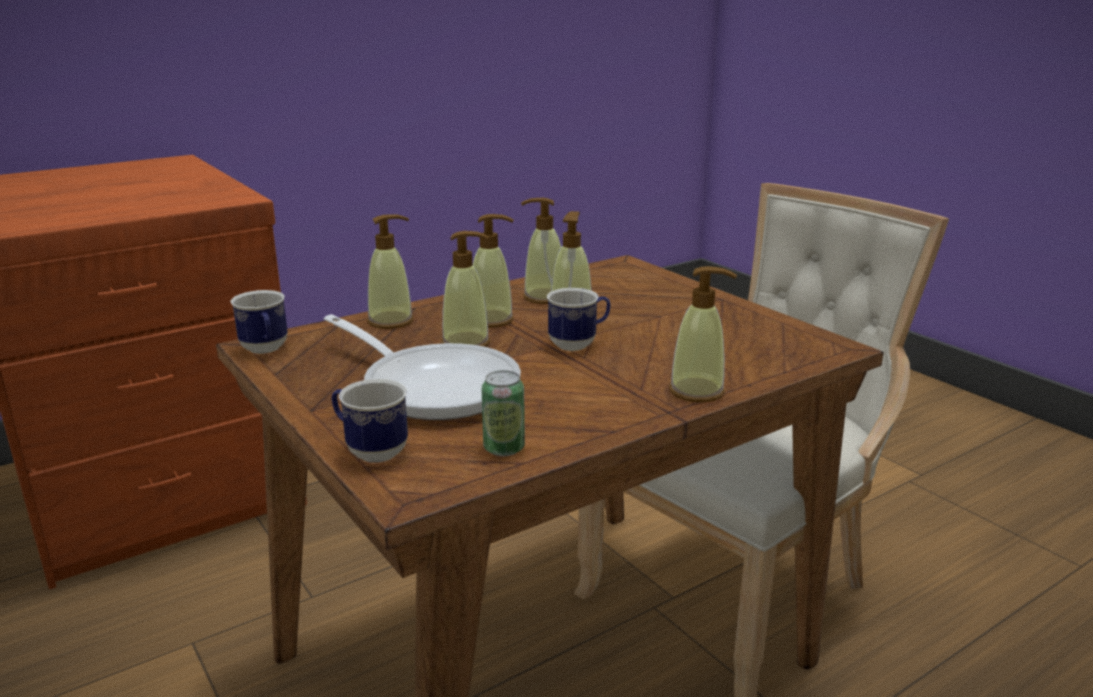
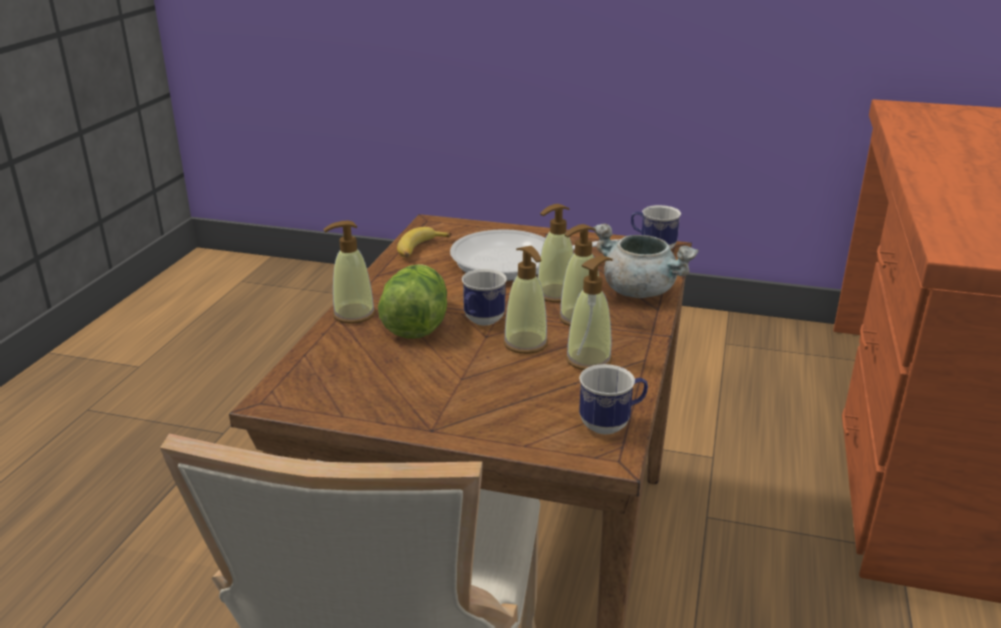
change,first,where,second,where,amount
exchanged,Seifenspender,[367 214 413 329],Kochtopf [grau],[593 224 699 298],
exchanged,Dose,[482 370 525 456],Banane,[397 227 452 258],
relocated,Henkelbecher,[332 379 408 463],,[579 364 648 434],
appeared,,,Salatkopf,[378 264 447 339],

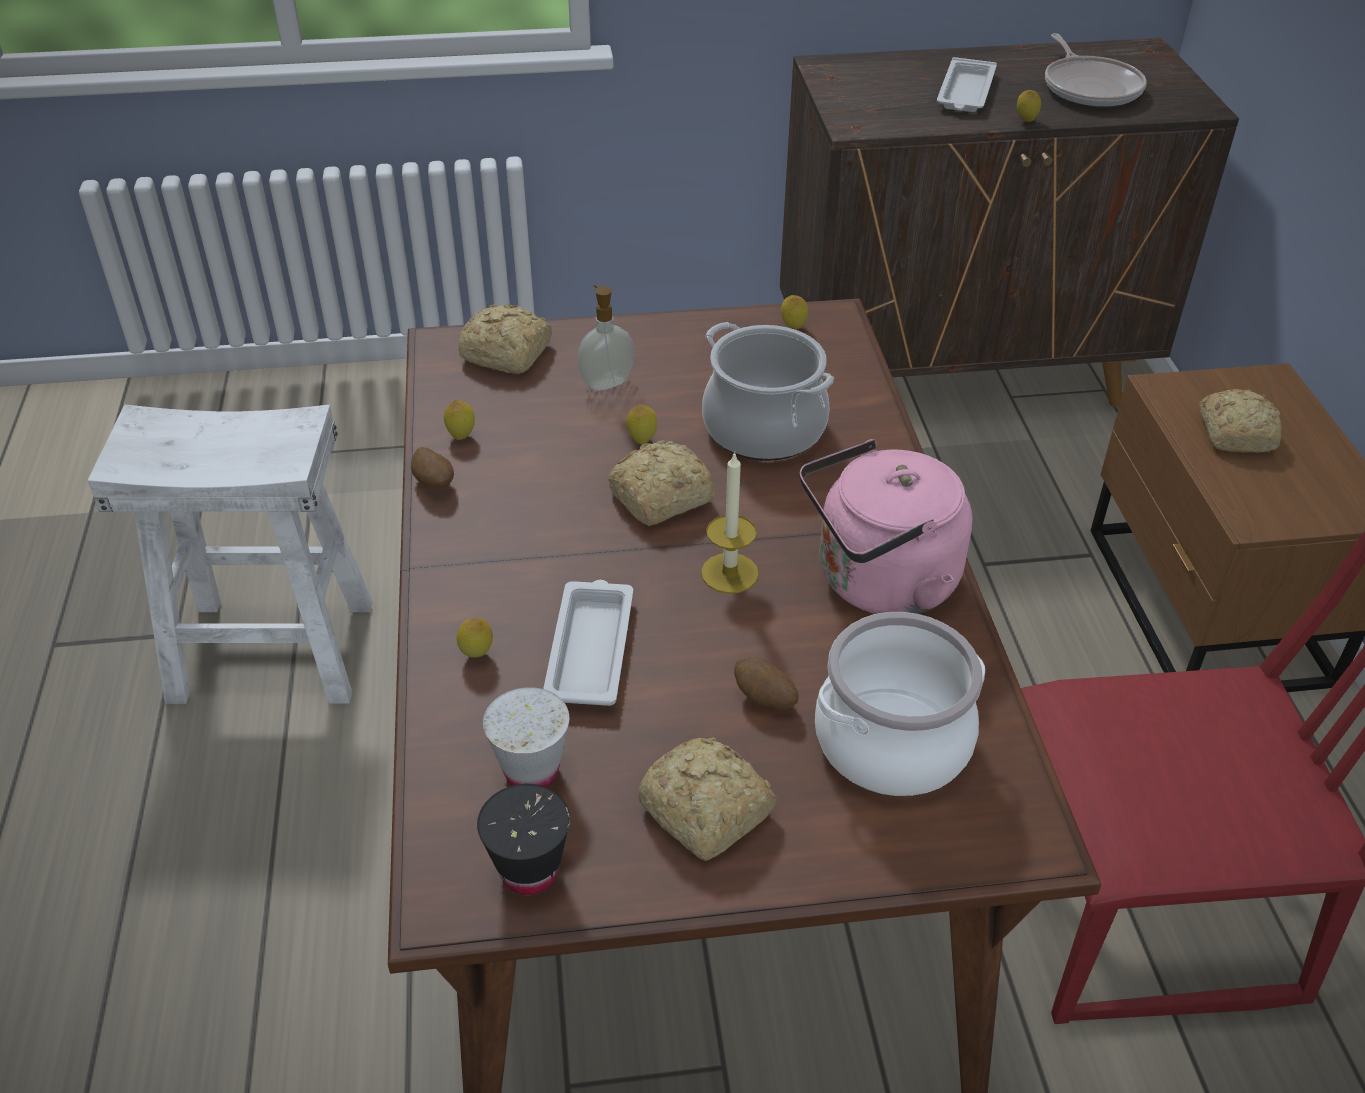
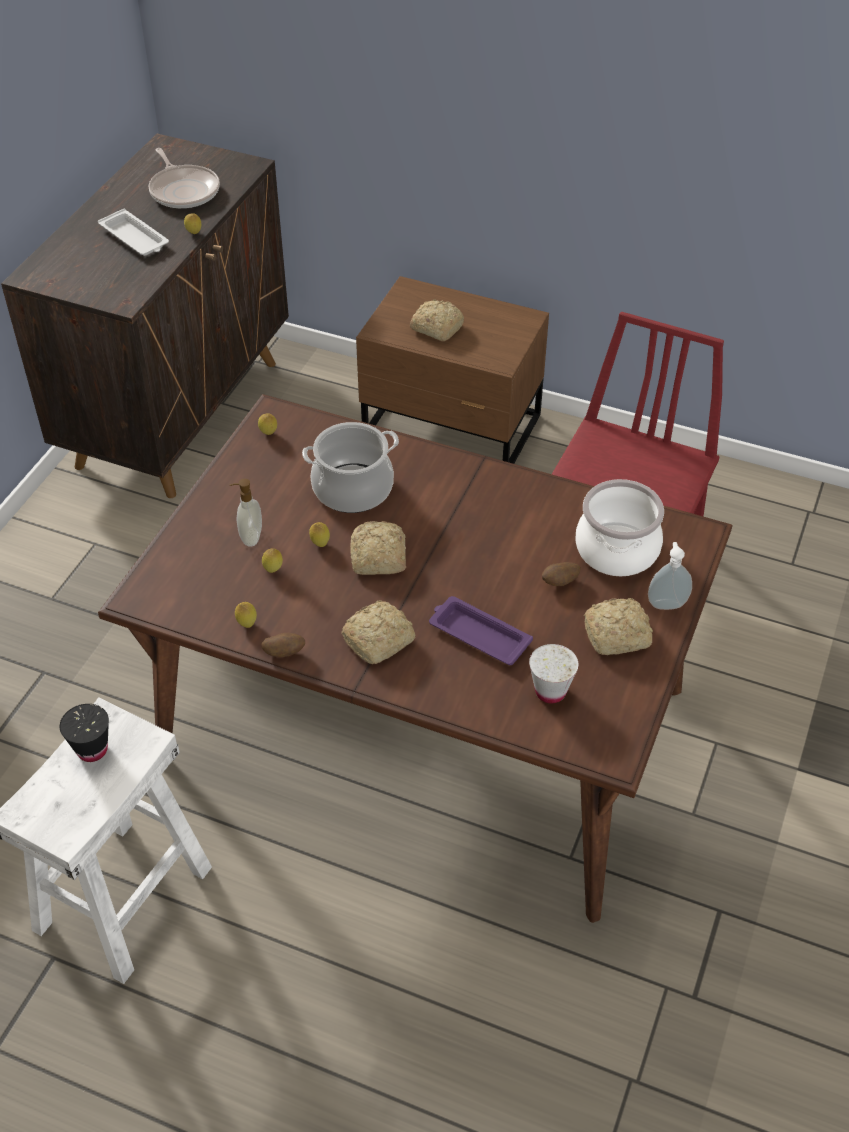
change,first,where,second,where,amount
spun,Pfanne,[1045 33 1147 107],,[149 148 220 209],45 degrees clockwise
relocated,Brot,[458 304 552 374],,[341 601 415 664],
missing,Wasserkessel [rosa],[800 439 973 614],,,
missing,Kerze,[701 451 759 594],,,
colour,Tablett [weiß],[543 580 633 706],Tablett [lila],[429 596 533 665],
relocated,Zitrone,[457 618 493 658],,[262 548 283 573],
relocated,Tasse [schwarz],[477 784 570 895],,[60 704 109 762],
appeared,,,Seifenspender,[648 542 692 610],

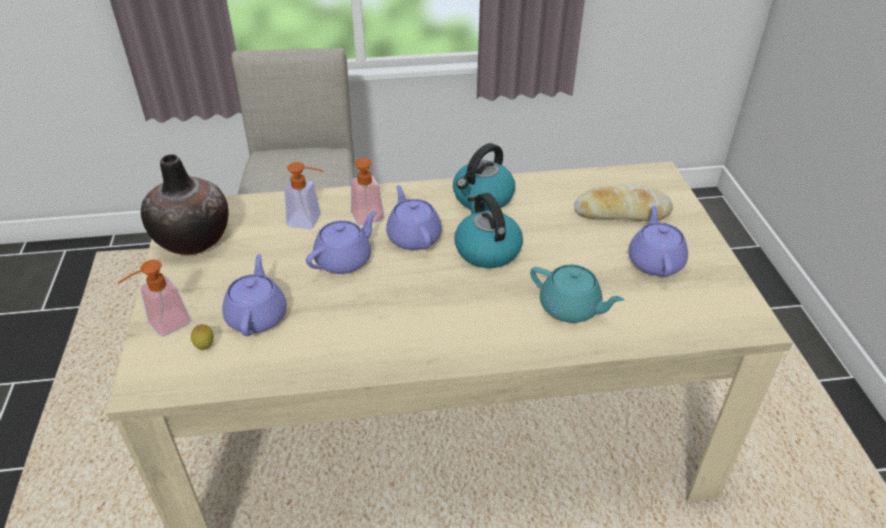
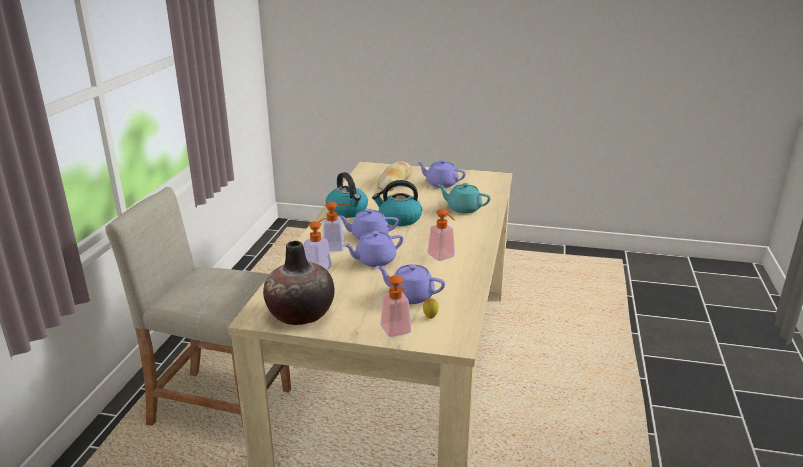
change,first,where,second,where,amount
spun,Teekanne [lila],[306 211 377 274],,[343 231 403 267],90 degrees counterclockwise
spun,Teekanne [türkis],[530 265 625 323],,[438 183 491 214],120 degrees counterclockwise
appeared,,,Seifenspender,[427 209 455 261],

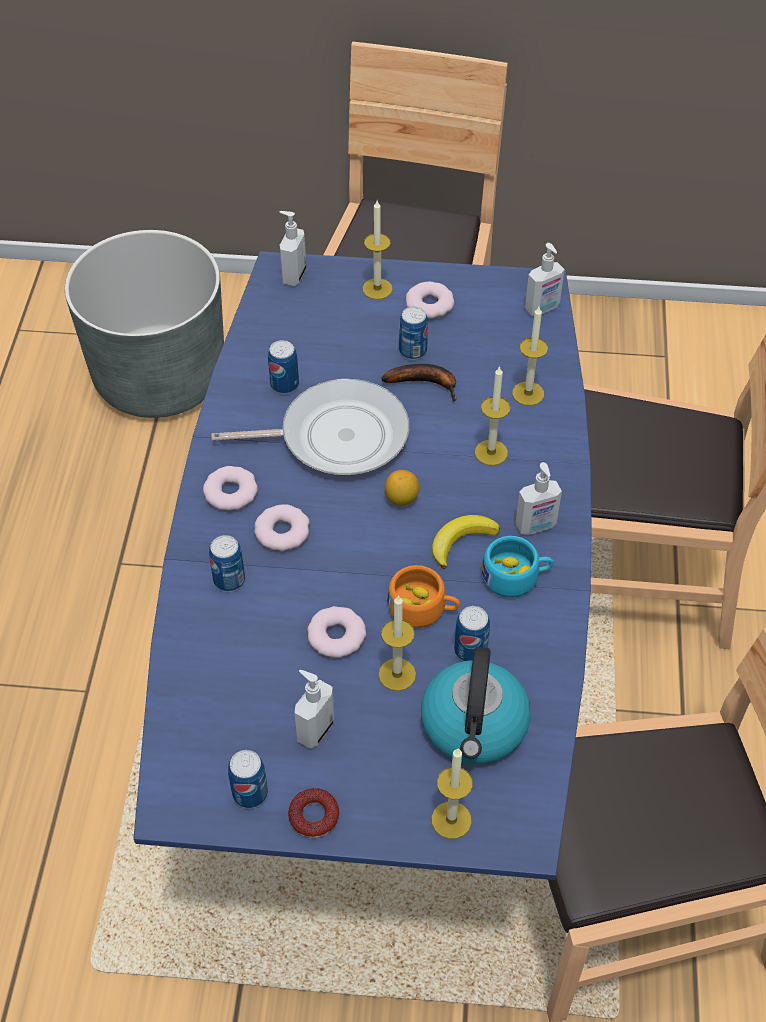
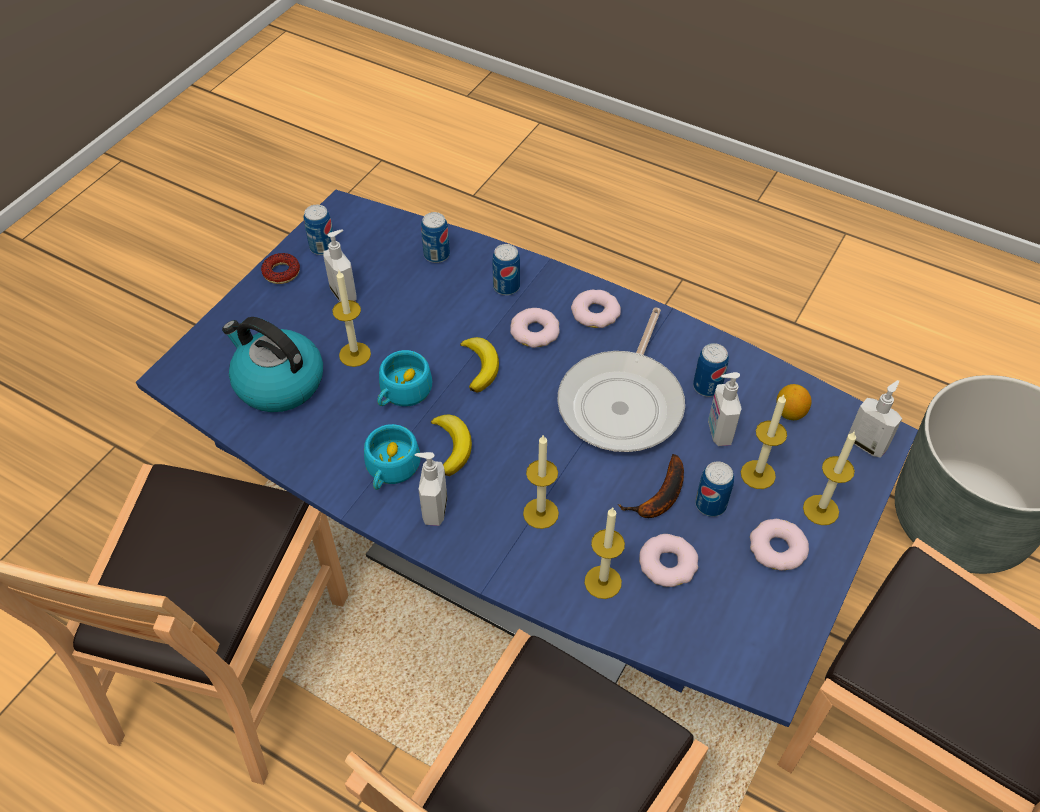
change,first,where,second,where,amount
relocated,Seifenspender,[525 243 565 316],,[708 372 742 446],
relocated,Zitrone,[385 470 419 506],,[776 384 812 420],
colour,Tasse [orange],[387 565 460 628],Tasse [türkis],[377 350 432 406],
relocated,Donut,[307 606 366 658],,[639 534 698 587],
relocated,Dose,[454 606 490 661],,[421 212 450 263],
relocated,Kerze,[431 748 473 839],,[741 395 787 489],
appeared,,,Banane,[460 337 499 393],

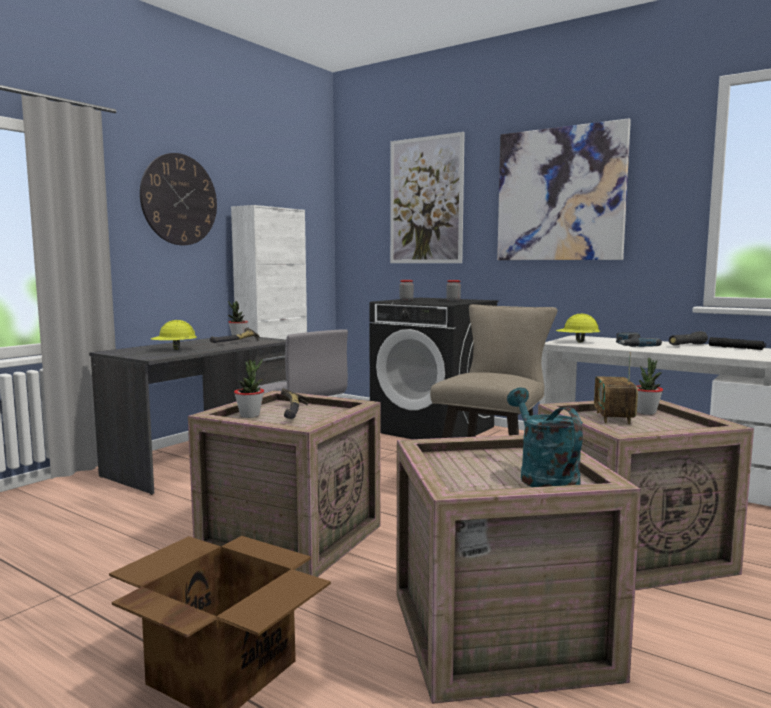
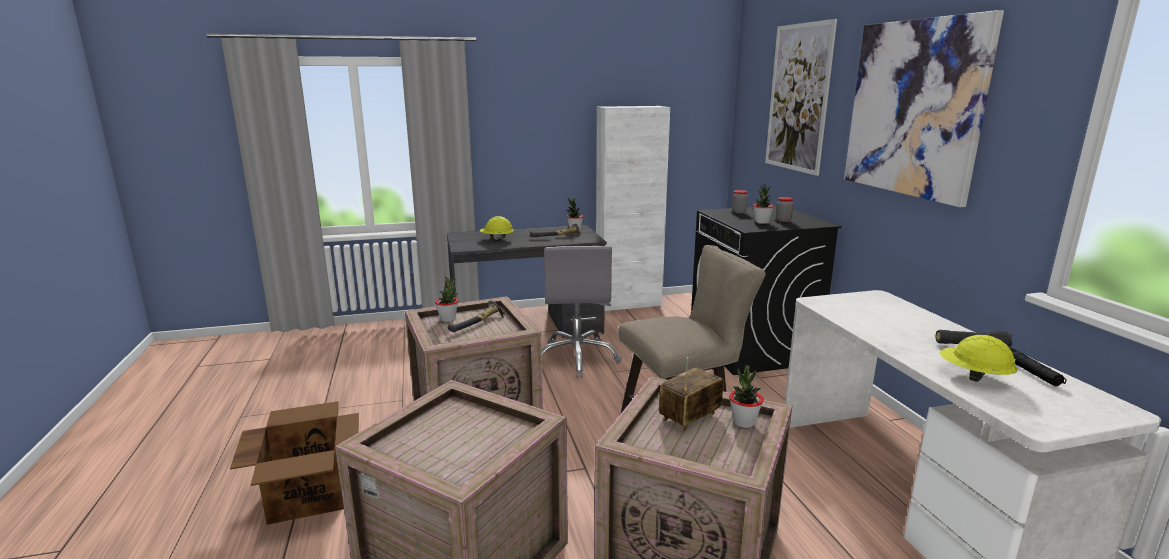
change,first,where,second,where,amount
missing,Wanduhr,[140 153 217 245],,,
relocated,Schutzhelm [gelb],[556 314 600 342],,[939 335 1018 382],
missing,Bohrmaschine,[616 333 662 347],,,
missing,Gießkanne [türkis],[507 387 583 487],,,
appeared,,,Topfpflanze,[753 184 774 224],

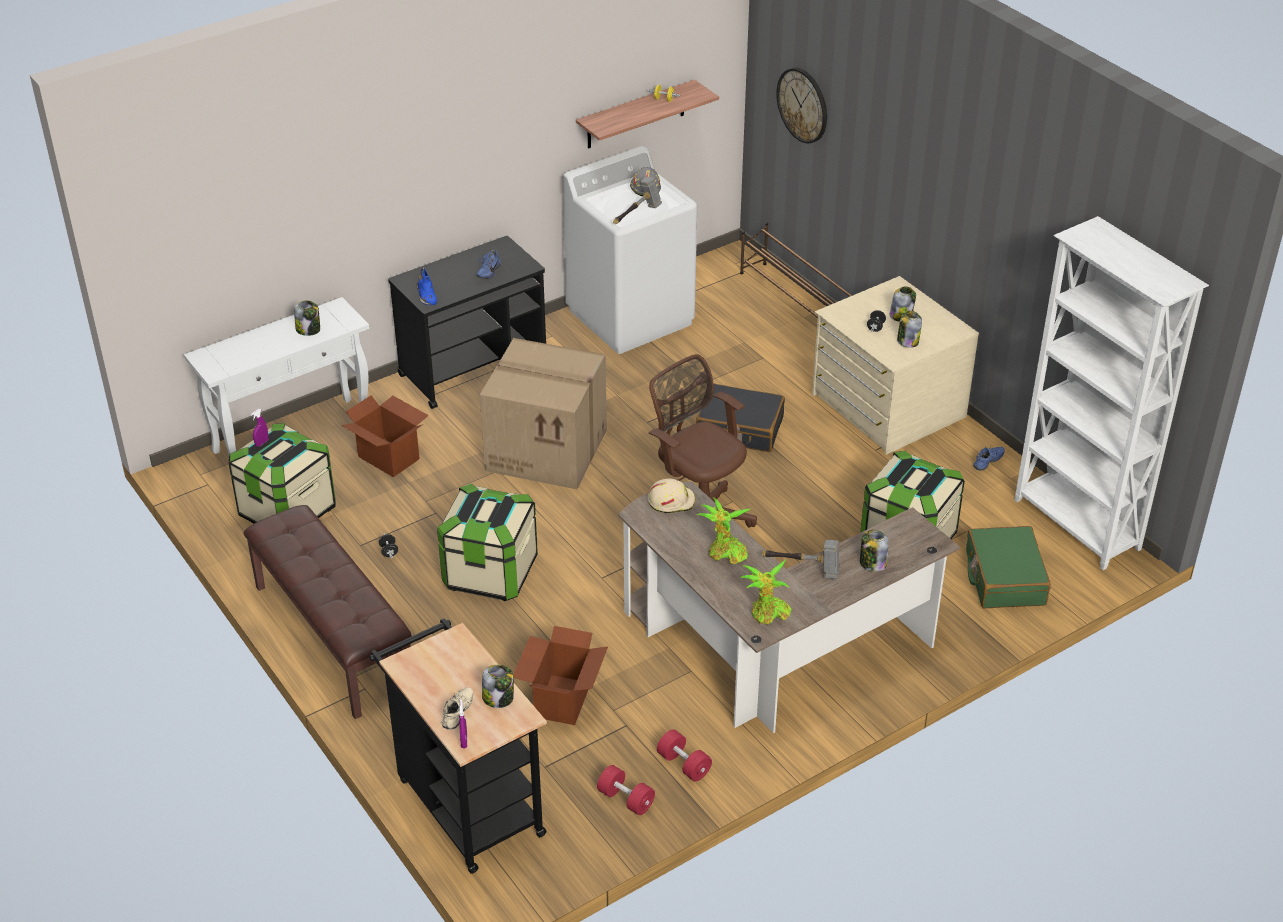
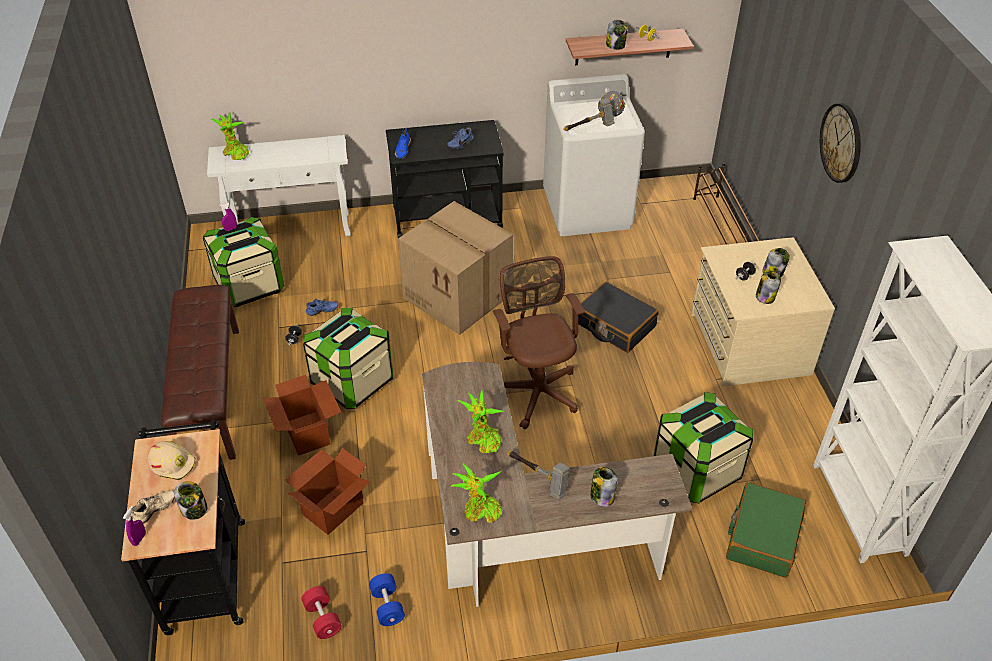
change,first,where,second,where,amount
relocated,Wanduhr,[776 68 827 143],,[820 103 861 183],
relocated,Vorratsglas,[294 300 320 336],,[606 20 627 50],
relocated,Karton,[341 395 429 477],,[263 375 341 456],
relocated,Schuh [blau],[973 445 1005 471],,[306 298 338 316],
relocated,Schutzhelm [beige],[648 479 696 513],,[148 441 195 480],
colour,Hantel [rot],[657 729 712 781],Hantel [blau],[369 573 405 626],
appeared,,,Topfpflanze,[211 112 249 160],

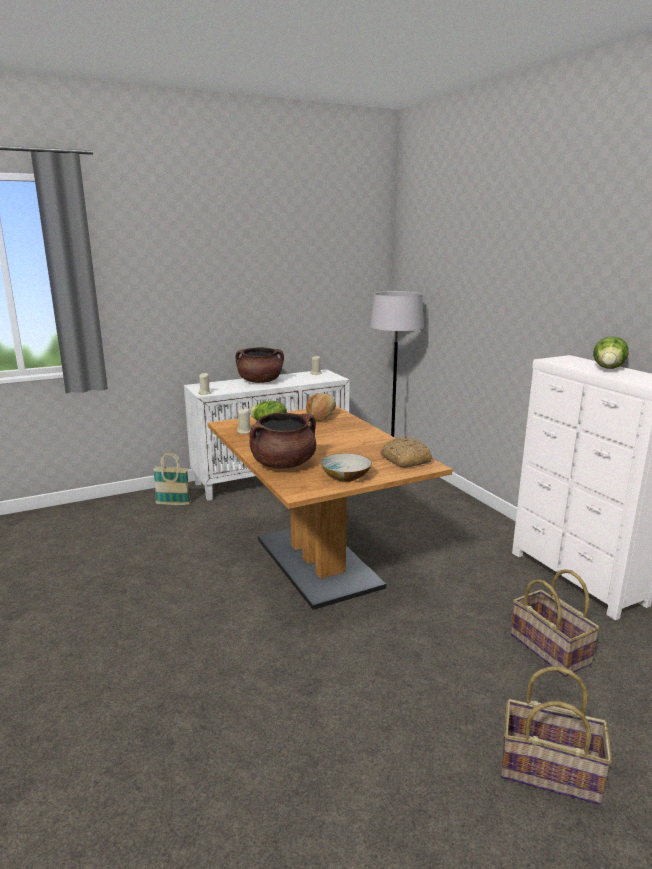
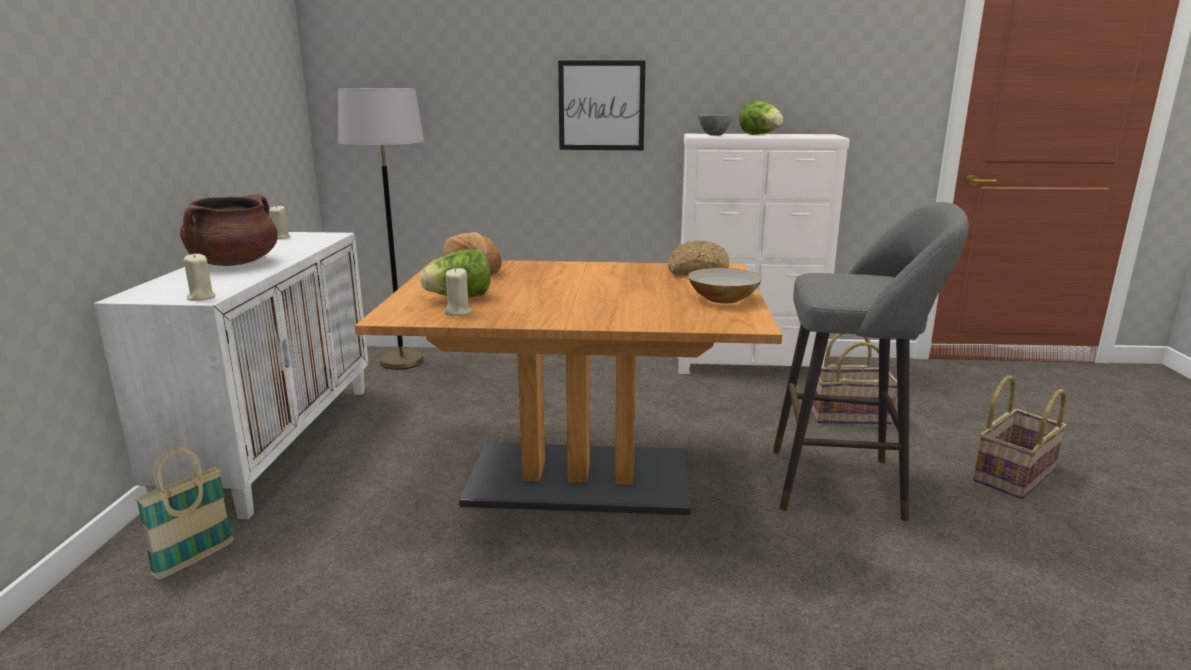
change,first,where,second,where,amount
missing,Kochtopf [braun],[249 413 316 469],,,
appeared,,,Bild,[558 60 646 150],
appeared,,,Schüssel [grau],[698 114 732 136],
appeared,,,Hocker [grau],[773 202 969 521],

